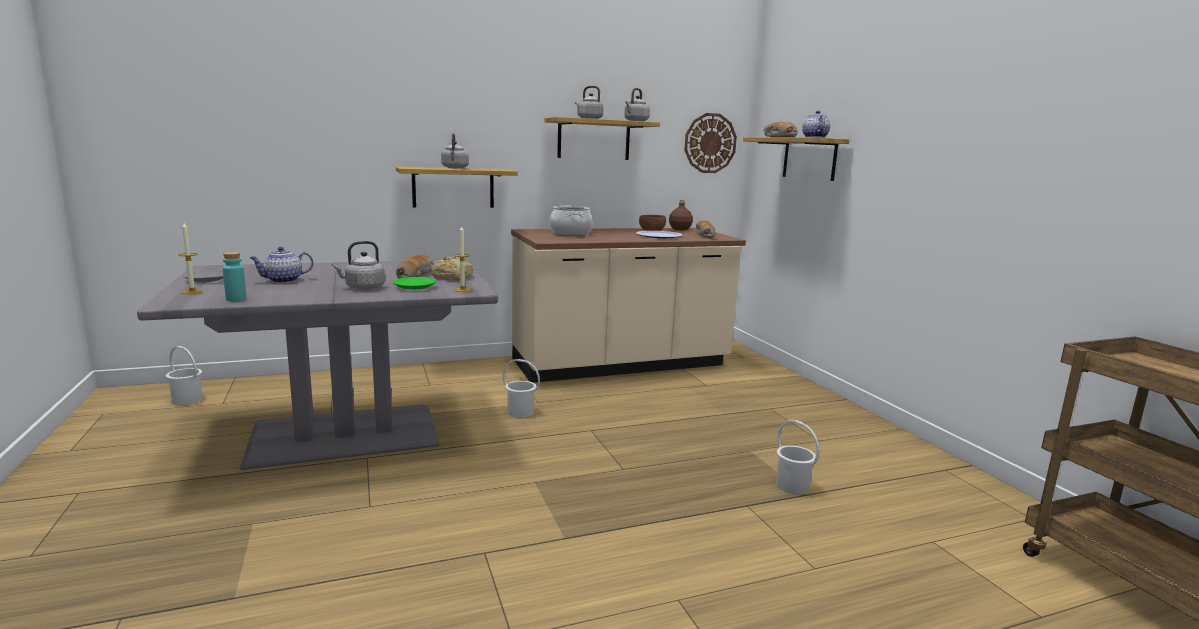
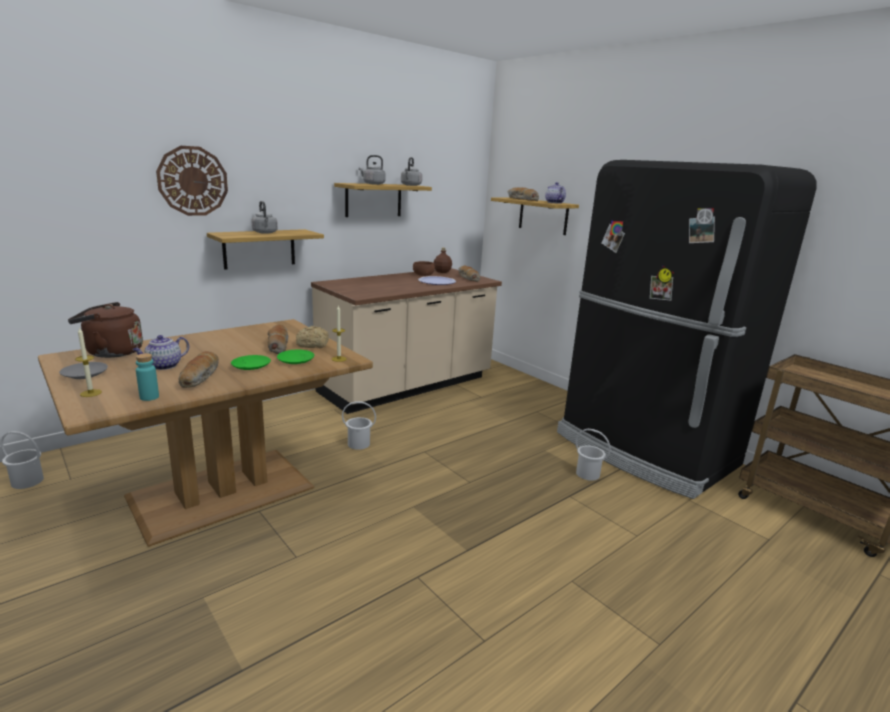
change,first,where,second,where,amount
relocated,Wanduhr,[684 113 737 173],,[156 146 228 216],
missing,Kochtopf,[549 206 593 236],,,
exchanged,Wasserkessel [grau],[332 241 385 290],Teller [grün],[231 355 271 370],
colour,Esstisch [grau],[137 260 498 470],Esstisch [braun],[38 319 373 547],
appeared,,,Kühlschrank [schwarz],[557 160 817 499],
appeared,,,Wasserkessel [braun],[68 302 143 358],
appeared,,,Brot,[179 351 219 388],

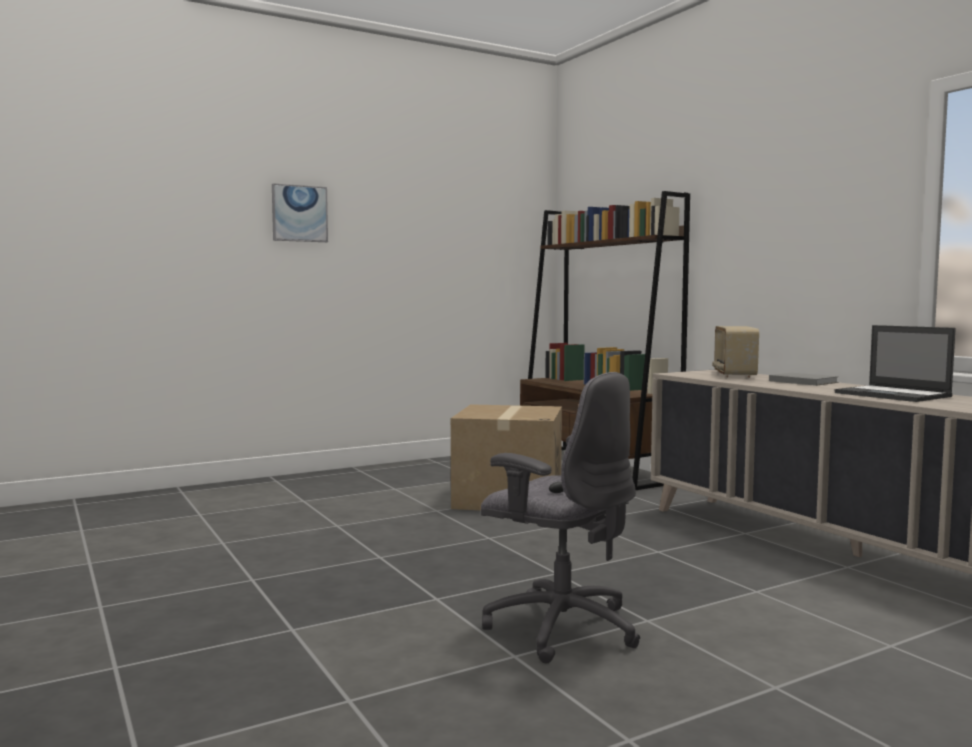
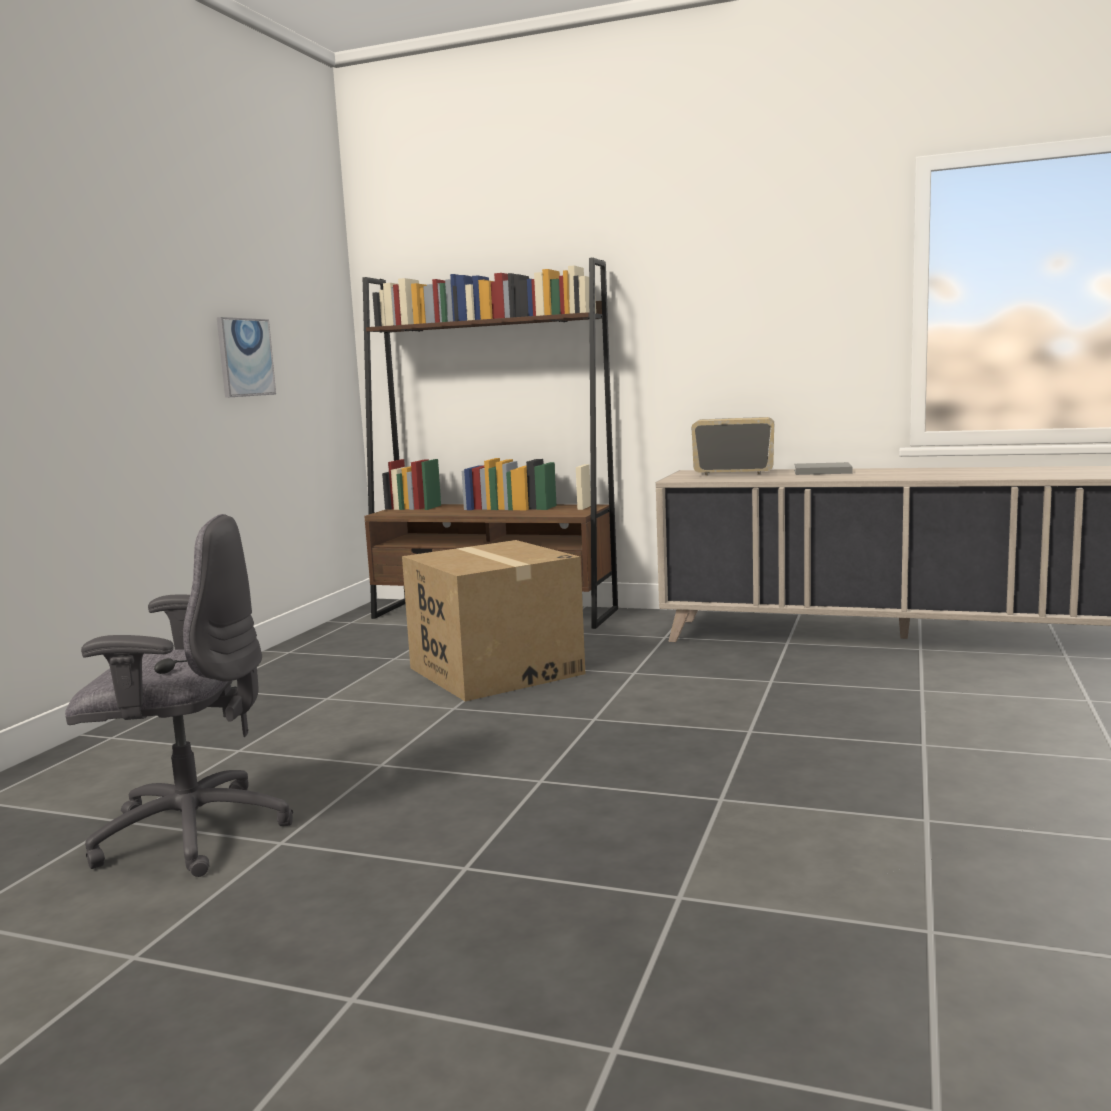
change,first,where,second,where,amount
relocated,Bild,[272 183 328 242],,[217 317 276 398],
missing,Laptop,[834 325 956 402],,,
spun,Radio,[712 326 759 378],,[692 417 774 476],135 degrees clockwise
relocated,Bürostuhl [grau],[481 372 640 664],,[65 514 293 877],

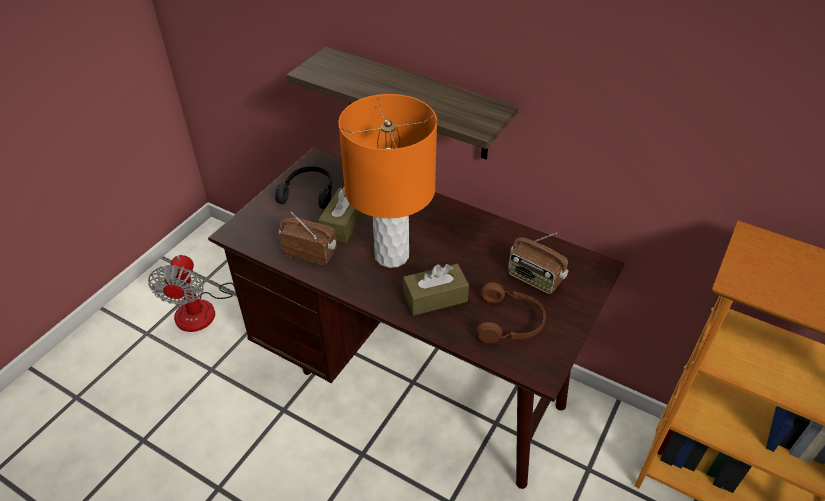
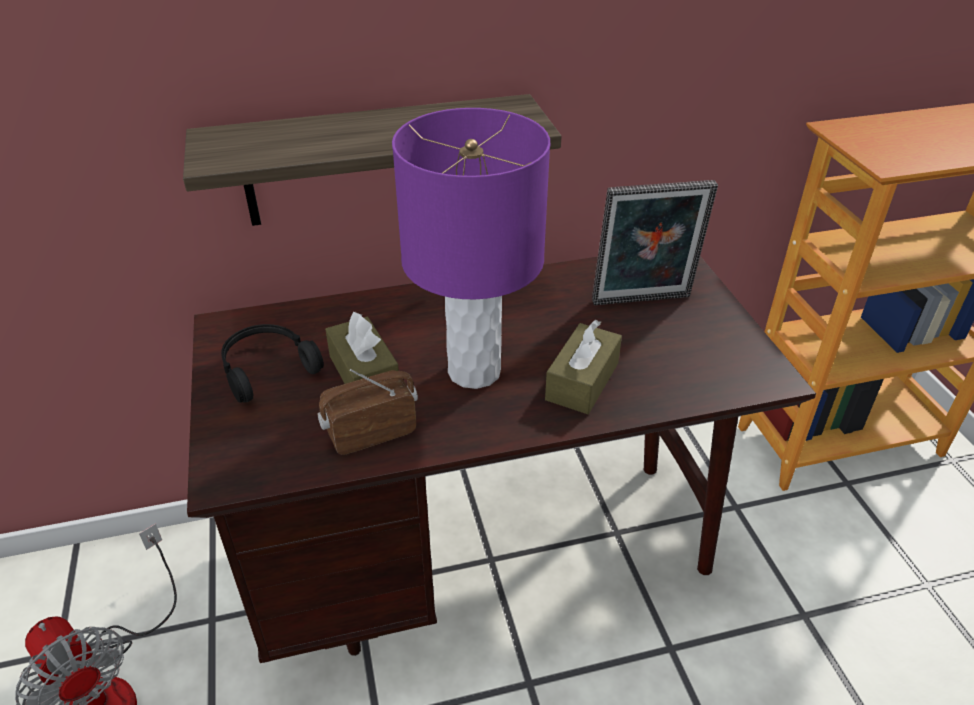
change,first,where,second,where,amount
colour,Tischlampe [orange],[338 94 437 268],Tischlampe [lila],[392 108 550 389],
exchanged,Radio,[508 232 568 294],Bilderrahmen,[592 180 718 305],
missing,Kopfhörer [braun],[477 282 546 344],,,

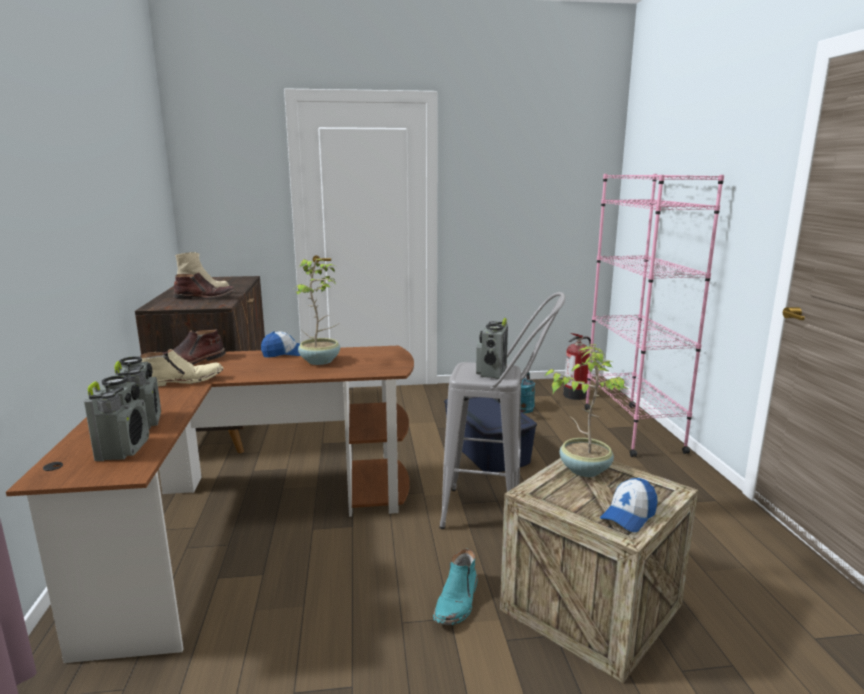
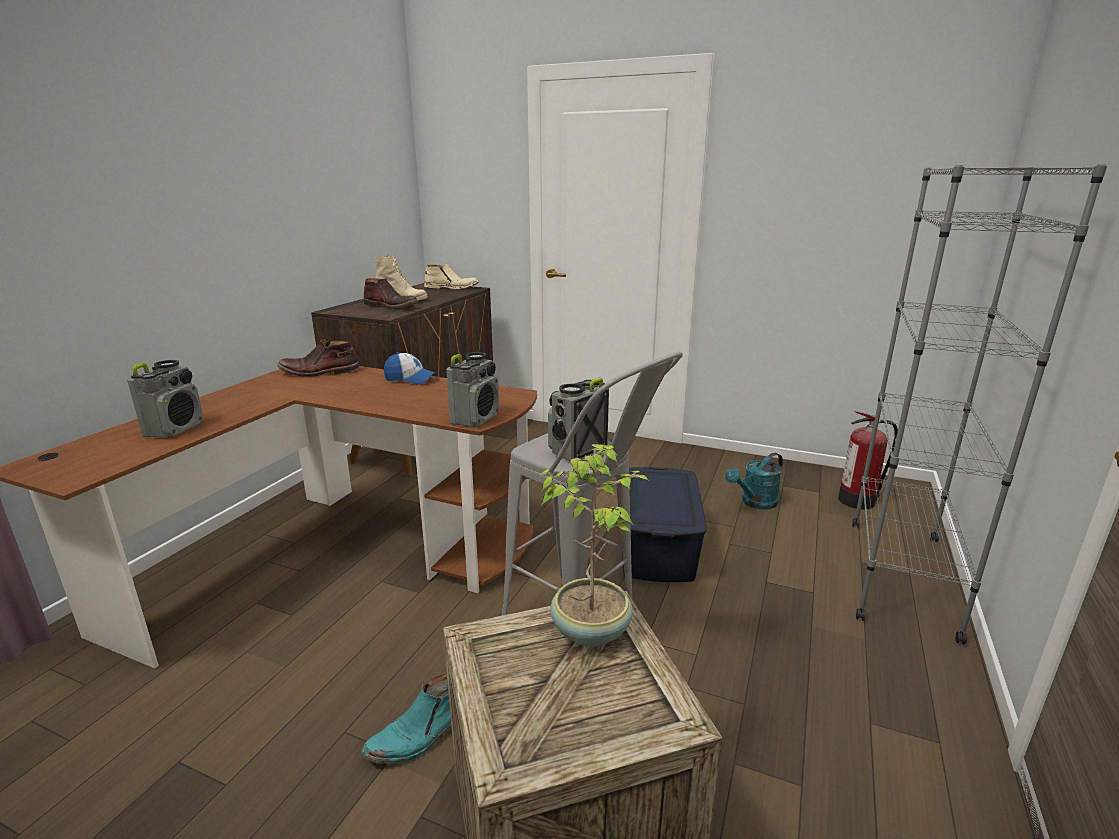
change,first,where,second,where,amount
colour,Bücherregal [rosa],[585 174 724 457],Bücherregal [grau],[852 164 1107 645],
missing,Topfpflanze,[296 259 340 365],,,
relocated,Stiefel [beige],[140 349 223 387],,[424 264 479 289],
relocated,Radio,[84 376 149 461],,[446 352 499 427],
missing,Kappe,[600 478 658 532],,,

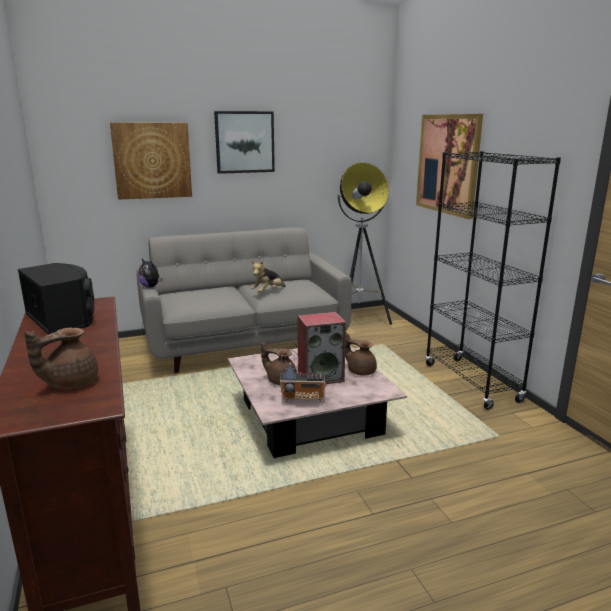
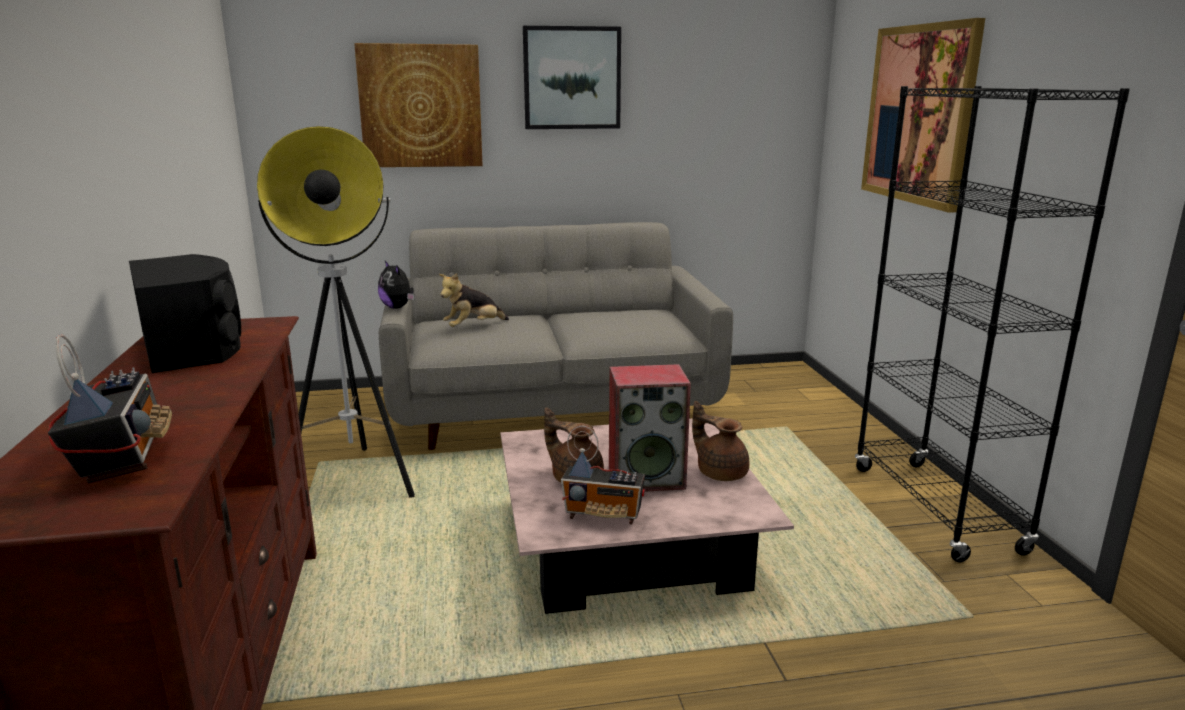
change,first,where,second,where,amount
relocated,Stehlampe,[338 162 392 325],,[257 126 415 498],
relocated,Plüschtier,[251 260 285 292],,[439 273 509 327],
exchanged,Teekanne [braun],[24 328 98 389],Radio,[48 335 172 483],

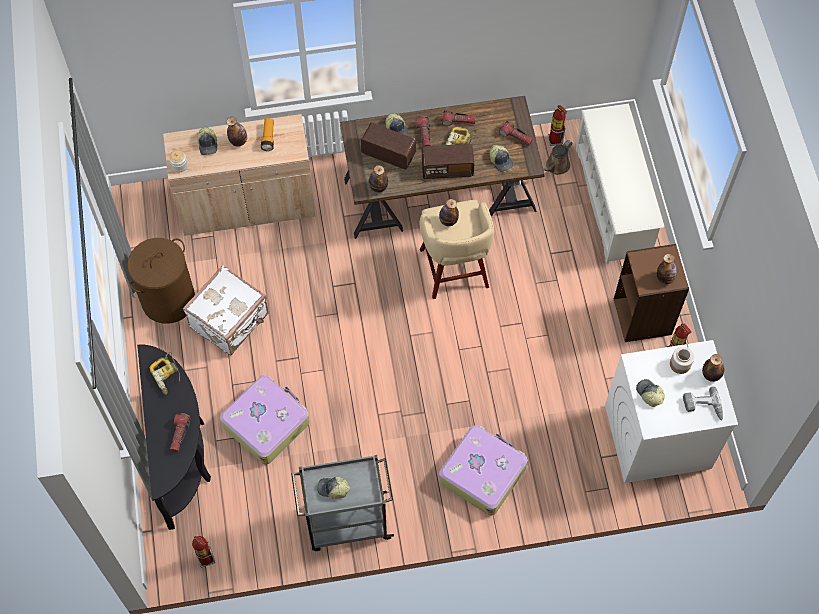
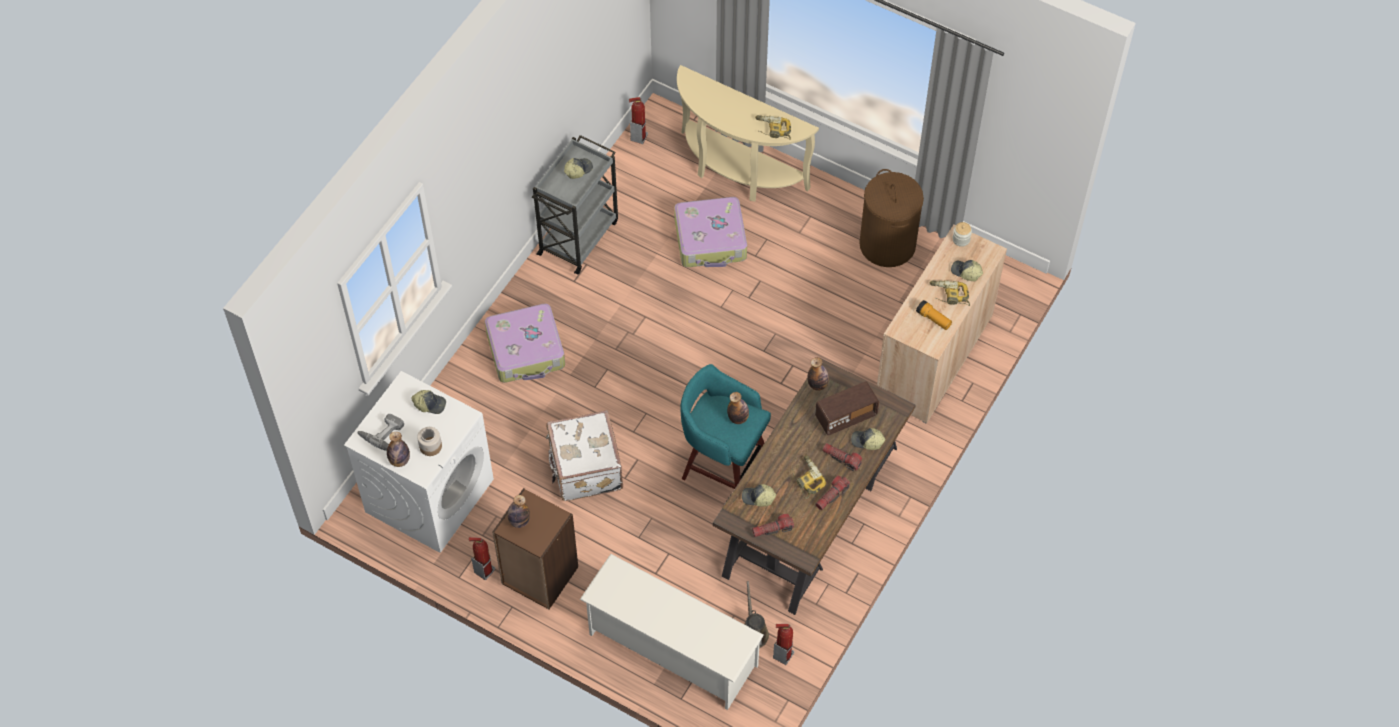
change,first,where,second,where,amount
exchanged,Flasche,[226 116 247 147],Bohrmaschine,[929 280 970 306],
missing,Radio,[421 144 474 179],,,
colour,Hocker [beige],[420 200 494 299],Hocker [türkis],[680 364 771 489],
relocated,Koffer [weiß],[183 265 269 355],,[546 410 623 501],
colour,Konsolentisch [schwarz],[137 344 211 530],Konsolentisch [beige],[677 65 819 201],
missing,Taschenlampe,[170 413 191 452],,,

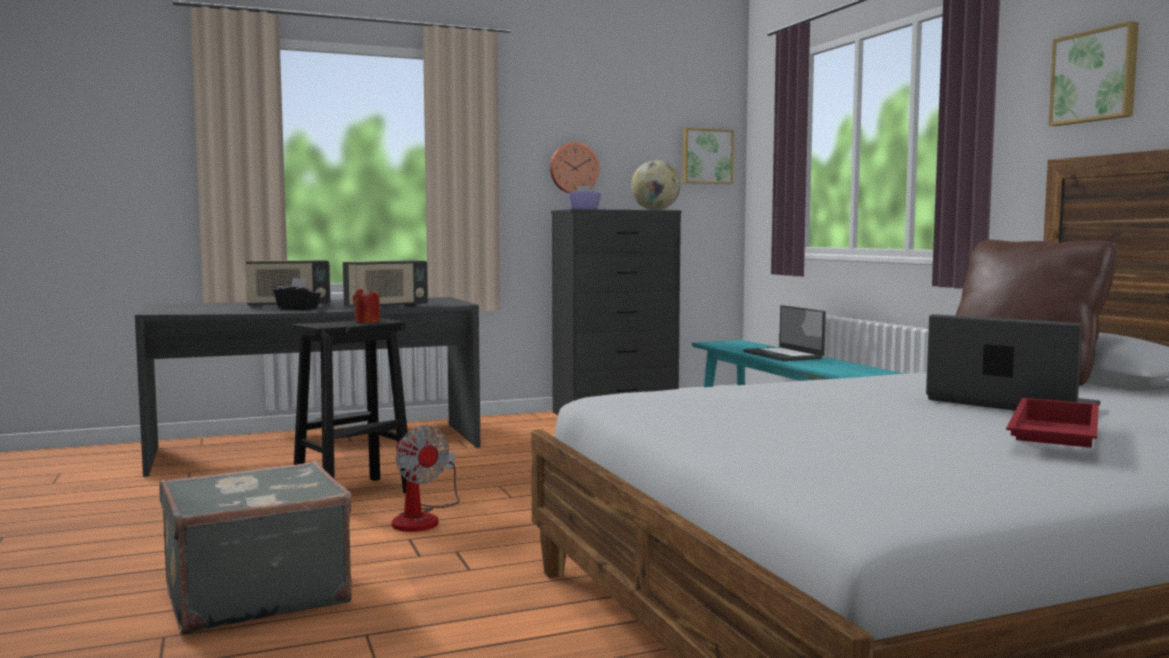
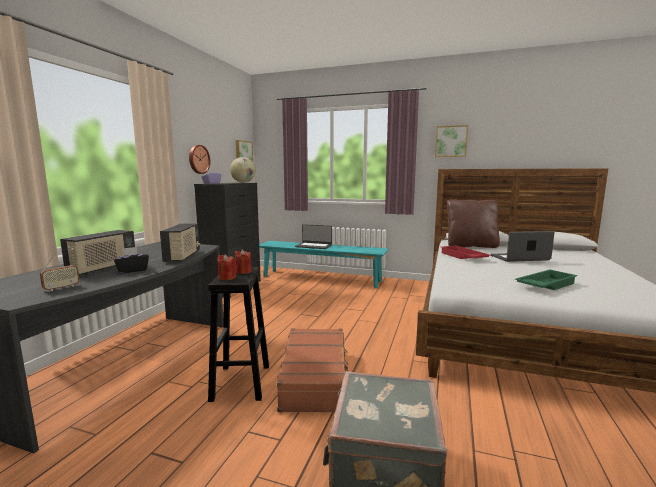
change,first,where,second,where,amount
relocated,Tablett [rot],[1006 398 1099 448],,[441 245 491 259],
exchanged,Ventilator,[392 425 459 532],Koffer [braun],[277 328 349 412],
appeared,,,Radio,[40 252 79 291],
appeared,,,Kerze [rot],[217 254 236 281],
appeared,,,Tablett [grün],[515 269 577 290],

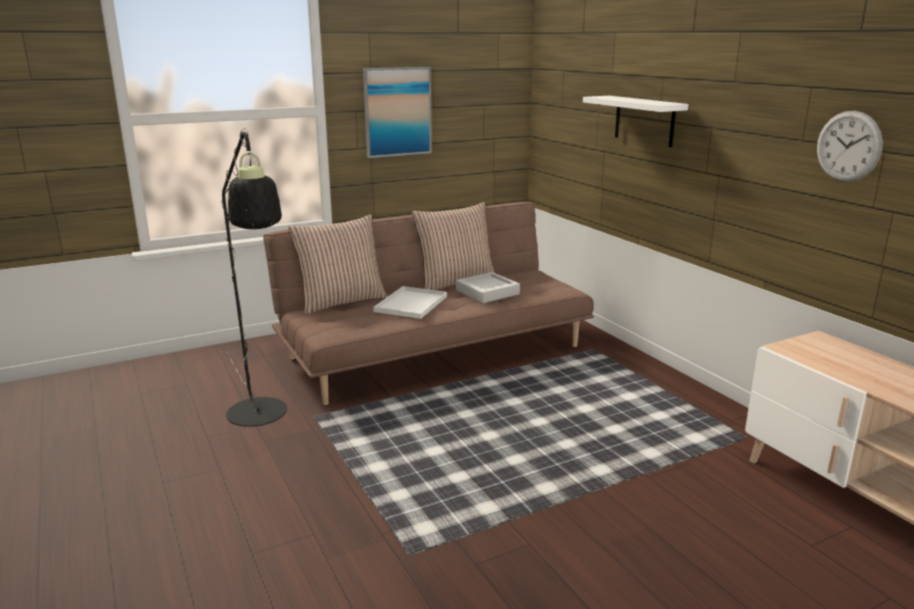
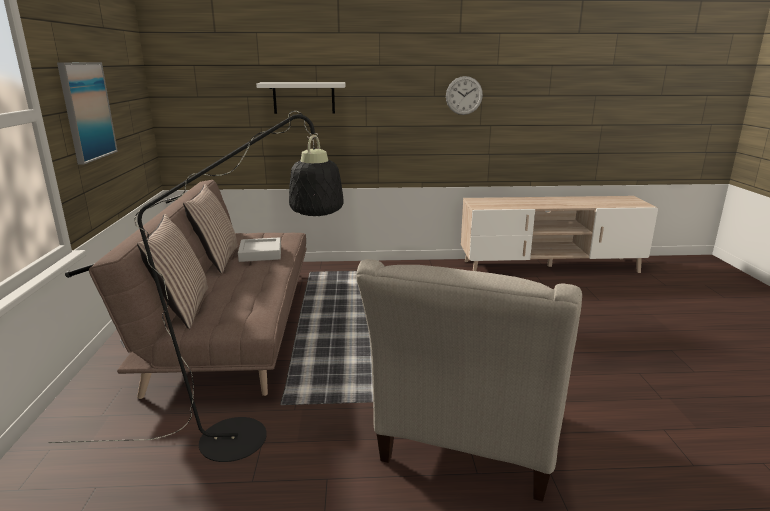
change,first,where,second,where,amount
missing,Tablett [weiß],[373 286 447 319],,,
appeared,,,Sessel [beige],[356 259 582 502],

